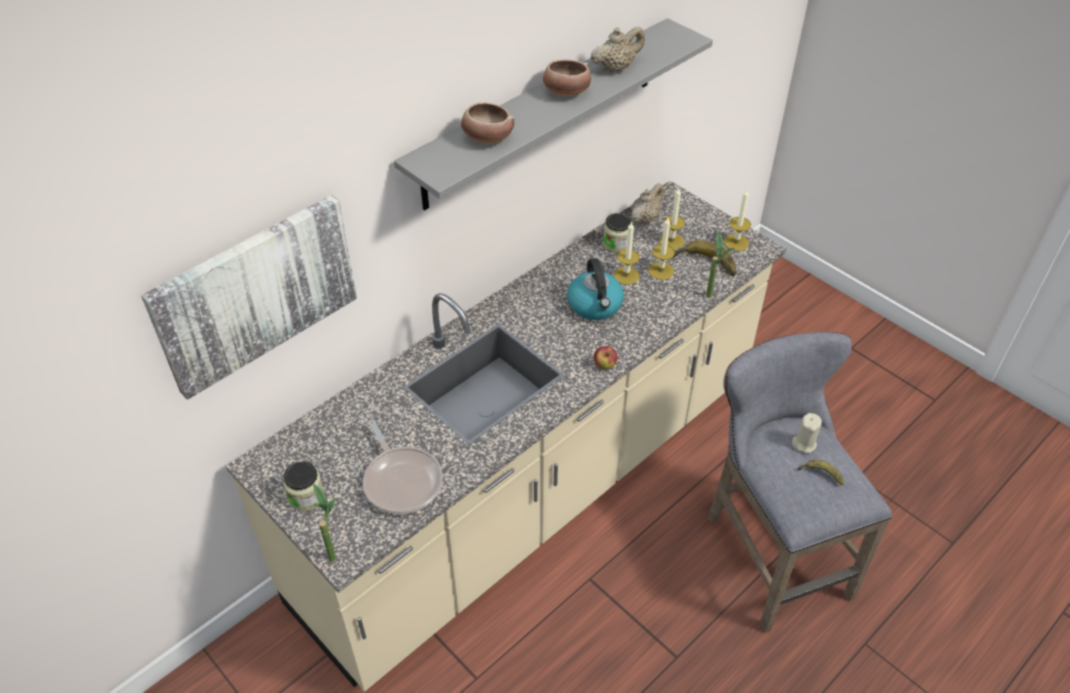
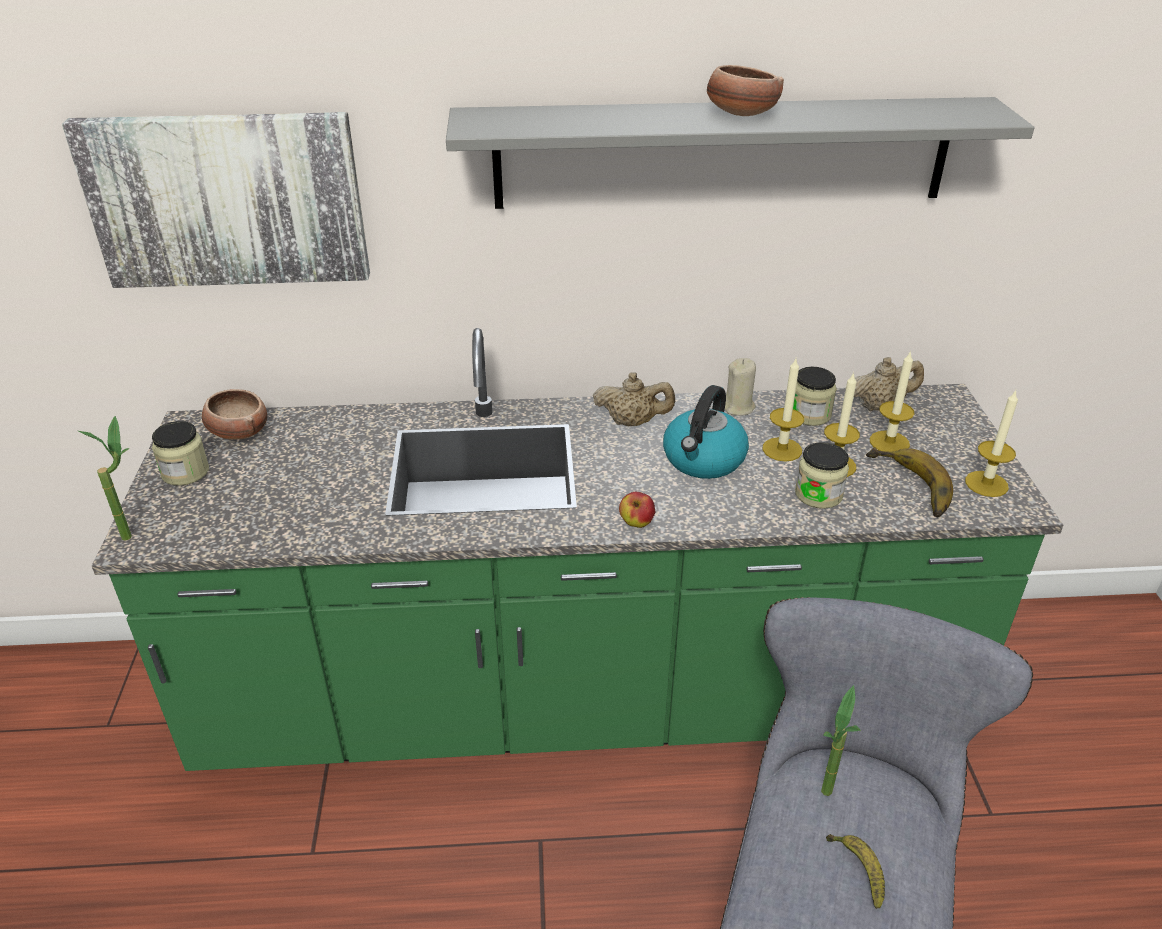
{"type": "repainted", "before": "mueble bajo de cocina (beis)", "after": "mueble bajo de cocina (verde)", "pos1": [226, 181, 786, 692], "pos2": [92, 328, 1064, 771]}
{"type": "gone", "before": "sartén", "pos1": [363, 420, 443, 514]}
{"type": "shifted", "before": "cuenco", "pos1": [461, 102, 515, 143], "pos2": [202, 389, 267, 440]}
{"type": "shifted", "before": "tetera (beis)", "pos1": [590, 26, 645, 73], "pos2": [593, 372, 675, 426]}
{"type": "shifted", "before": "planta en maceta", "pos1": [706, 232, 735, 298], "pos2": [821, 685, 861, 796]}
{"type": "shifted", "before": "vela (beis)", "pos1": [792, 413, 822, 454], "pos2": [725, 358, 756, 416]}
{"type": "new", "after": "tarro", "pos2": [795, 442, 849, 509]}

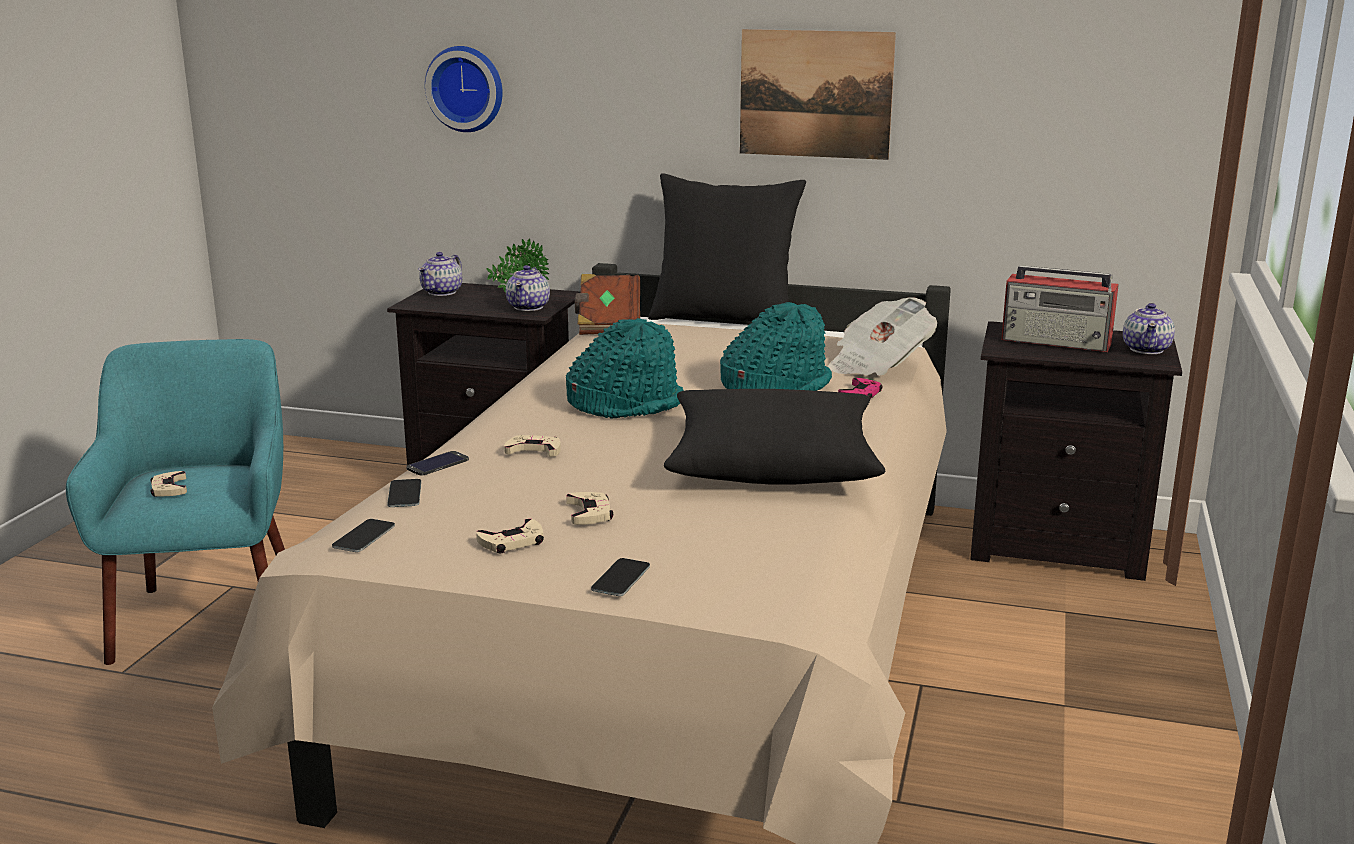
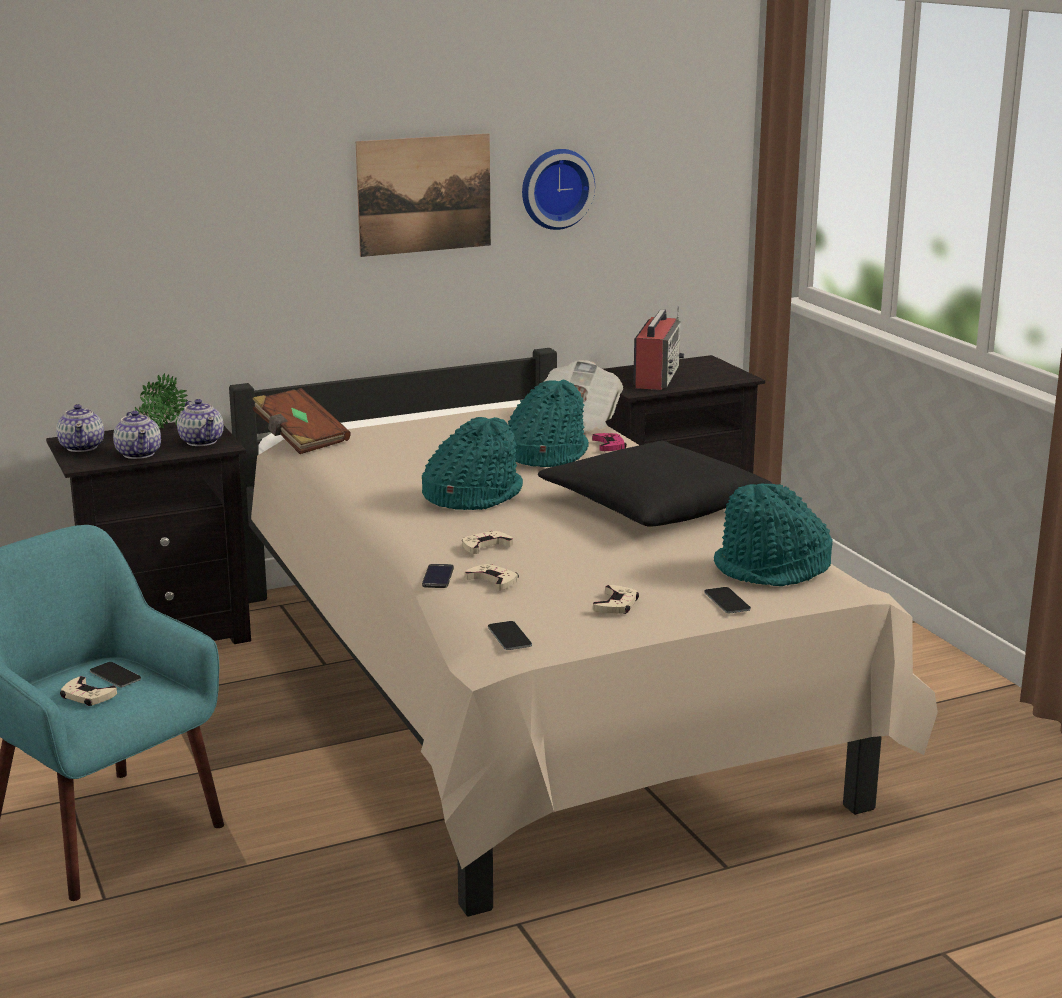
{"type": "shifted", "before": "móvil", "pos1": [387, 479, 421, 507], "pos2": [90, 662, 141, 687]}
{"type": "shifted", "before": "reloj de pared", "pos1": [425, 46, 503, 132], "pos2": [522, 149, 595, 230]}
{"type": "shifted", "before": "mando de consola (beis)", "pos1": [567, 492, 613, 525], "pos2": [465, 564, 519, 590]}
{"type": "gone", "before": "cojín (negro)", "pos1": [648, 173, 806, 322]}
{"type": "rotated", "before": "radio", "pos1": [1001, 265, 1119, 352], "pos2": [633, 306, 684, 390], "turn": -60}
{"type": "shifted", "before": "tetera", "pos1": [1123, 303, 1175, 354], "pos2": [113, 411, 161, 459]}
{"type": "new", "after": "sombrero (turquesa)", "pos2": [714, 483, 833, 586]}

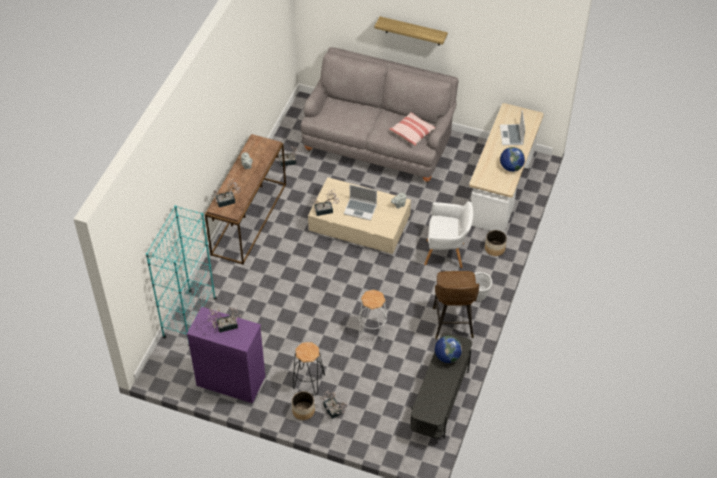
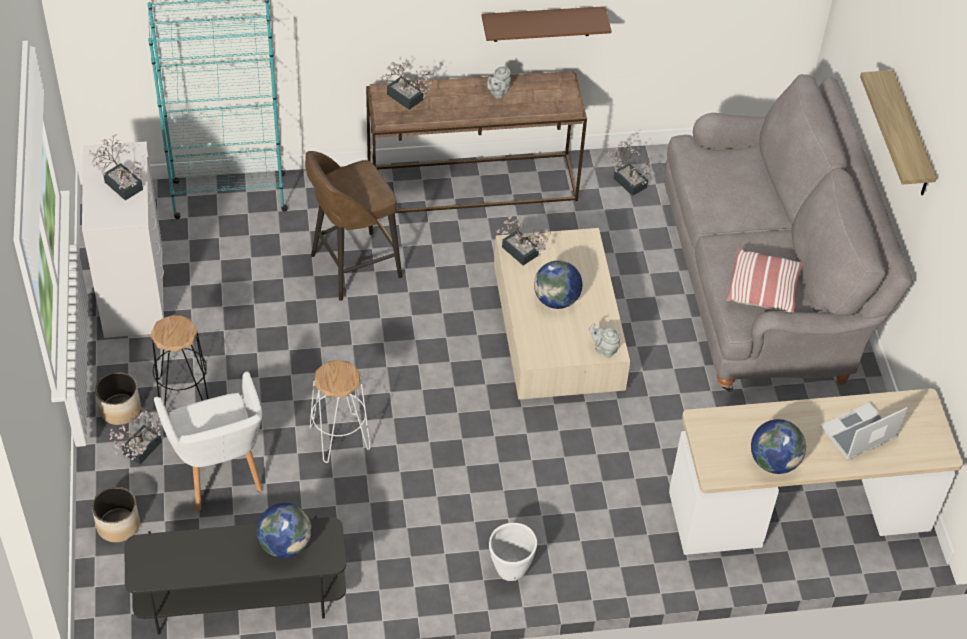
{"type": "repainted", "before": "cómoda (morado)", "after": "cómoda (blanco)", "pos1": [187, 307, 265, 403], "pos2": [82, 141, 164, 338]}
{"type": "swapped", "before": "portátil", "after": "globo terráqueo", "pos1": [344, 185, 377, 220], "pos2": [534, 260, 582, 309]}
{"type": "shifted", "before": "sillón (blanco)", "pos1": [424, 201, 473, 268], "pos2": [154, 371, 263, 511]}
{"type": "shifted", "before": "taburete (marrón)", "pos1": [433, 271, 479, 339], "pos2": [305, 151, 403, 301]}
{"type": "shifted", "before": "maceta", "pos1": [485, 230, 507, 256], "pos2": [92, 487, 140, 543]}
{"type": "new", "after": "estante (marrón)", "pos2": [482, 6, 612, 42]}

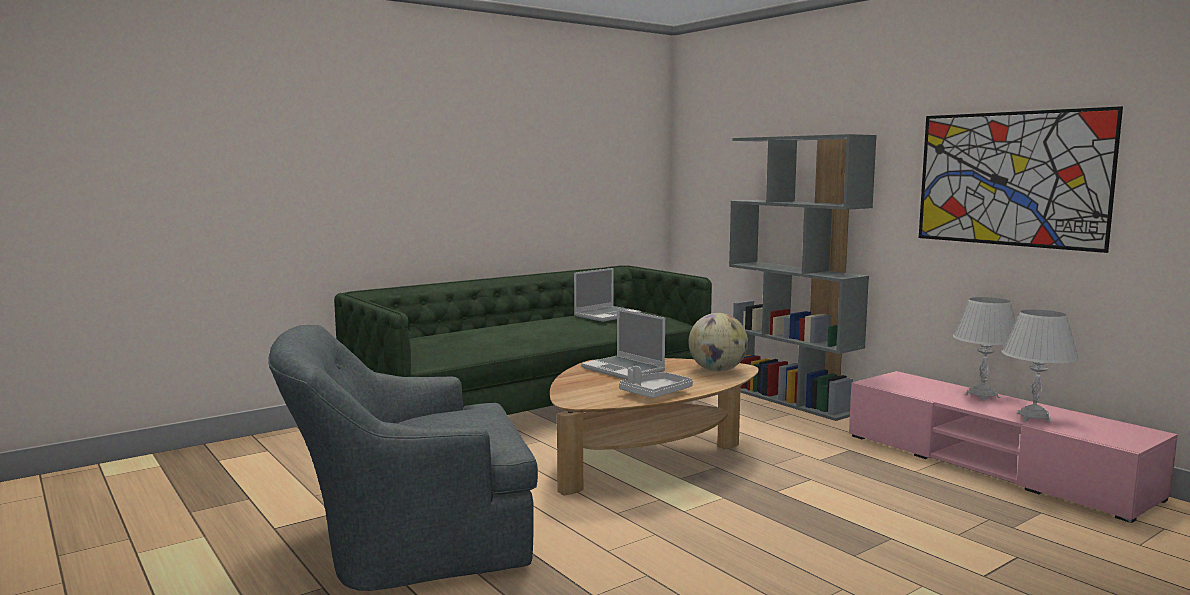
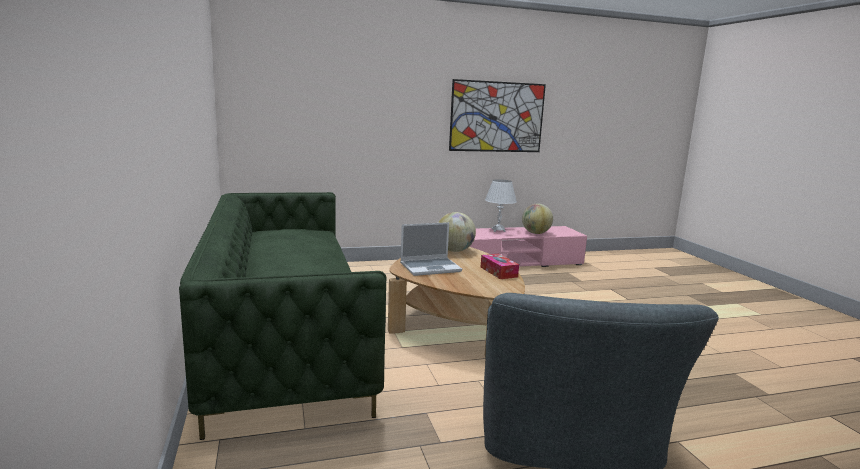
{"type": "gone", "before": "portátil", "pos1": [574, 268, 641, 322]}
{"type": "swapped", "before": "bandeja (gris)", "after": "caja de pañuelos", "pos1": [619, 366, 693, 398], "pos2": [480, 254, 519, 279]}
{"type": "gone", "before": "estantería (gris)", "pos1": [729, 134, 877, 421]}
{"type": "swapped", "before": "lámpara de mesa (blanco)", "after": "globo terráqueo", "pos1": [1002, 310, 1079, 423], "pos2": [522, 204, 553, 234]}

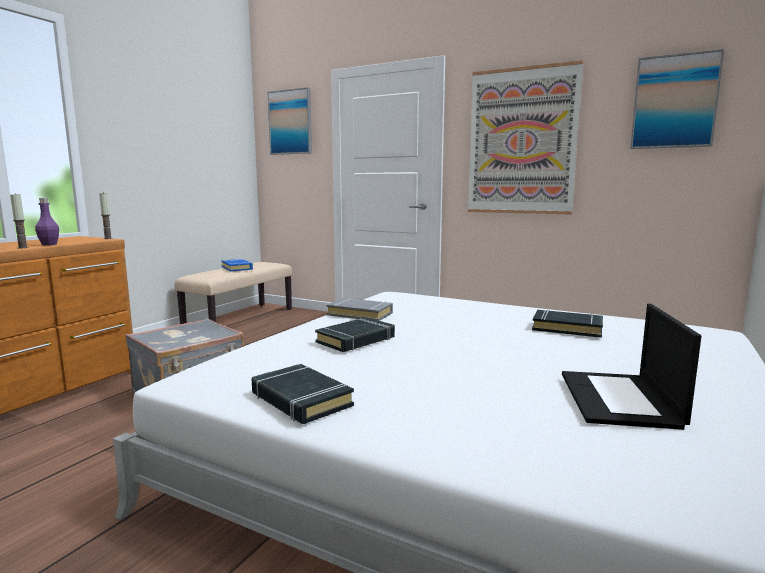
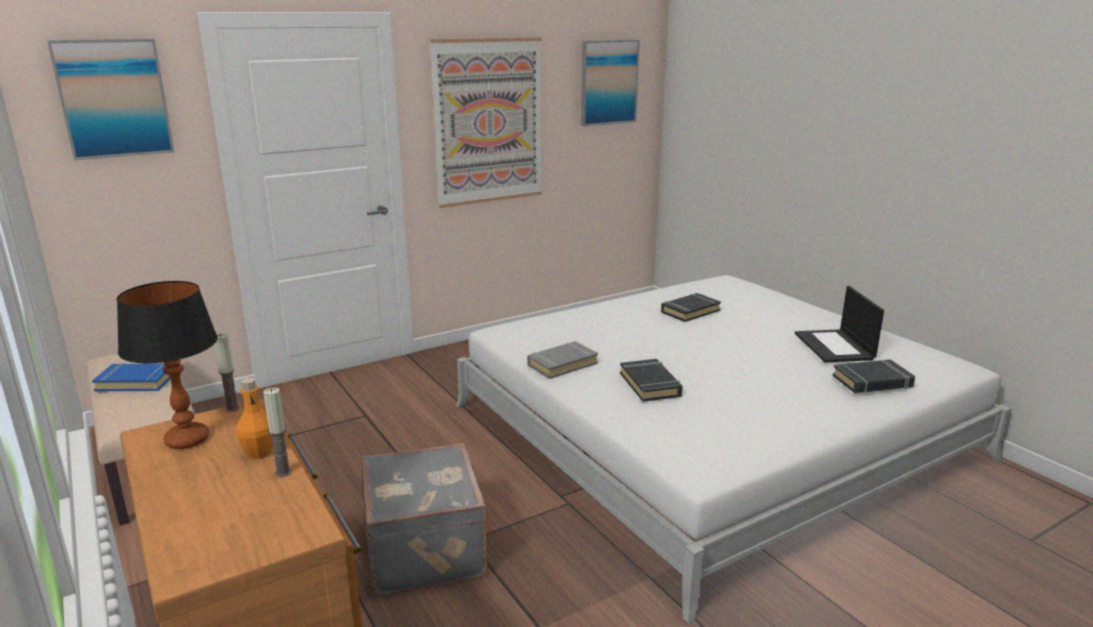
{"type": "repainted", "before": "botella (morado)", "after": "botella (naranja)", "pos1": [35, 198, 59, 245], "pos2": [237, 378, 273, 459]}
{"type": "shifted", "before": "libro (negro)", "pos1": [252, 364, 354, 424], "pos2": [832, 360, 915, 393]}
{"type": "rotated", "before": "portátil", "pos1": [562, 304, 701, 430], "pos2": [795, 286, 884, 362], "turn": 45}
{"type": "new", "after": "lámpara de mesa", "pos2": [117, 281, 217, 449]}

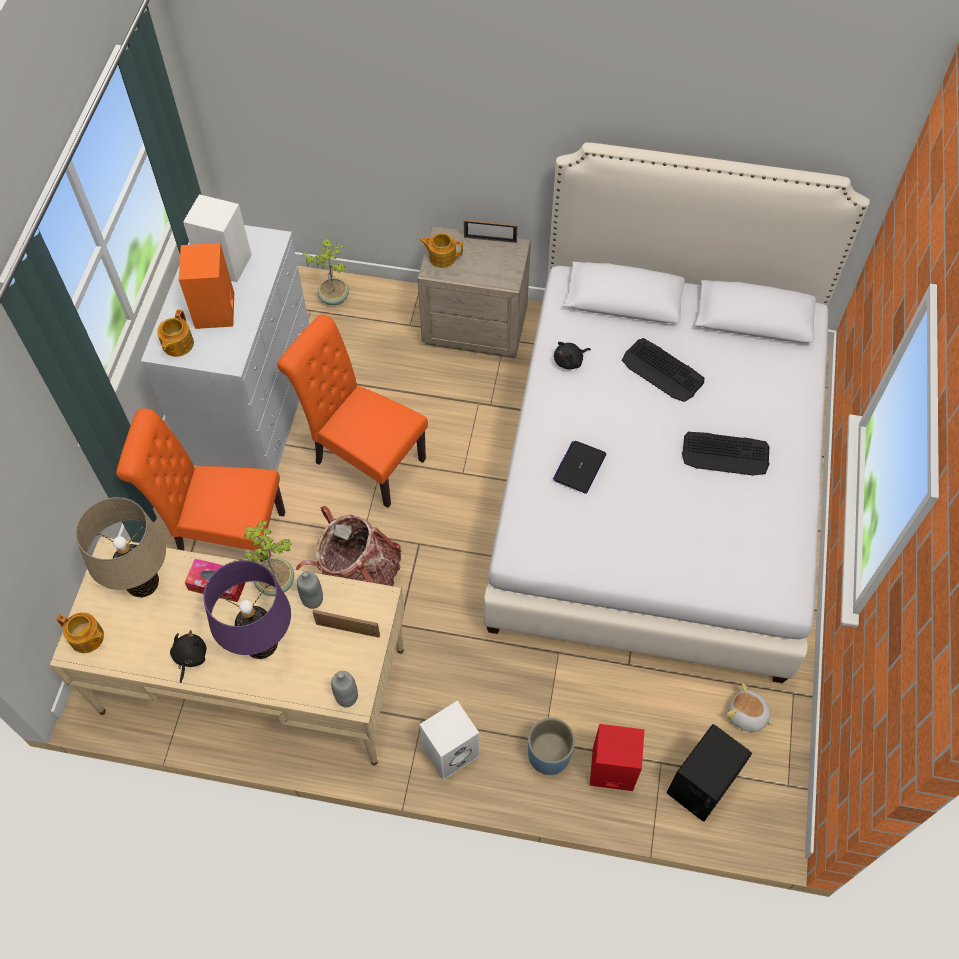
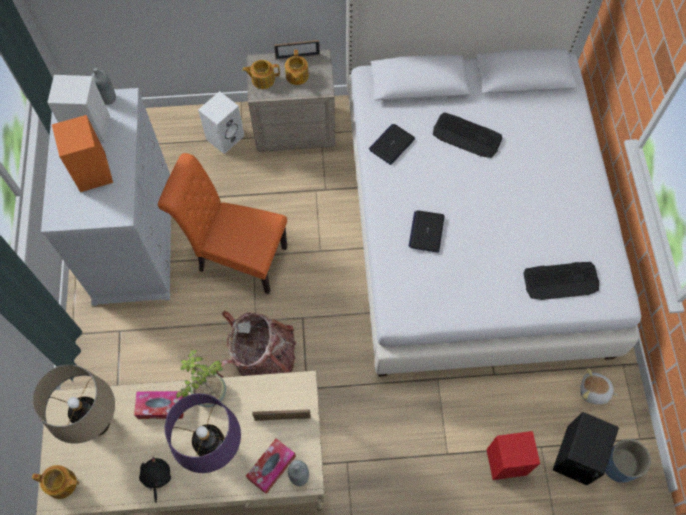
{"type": "gone", "before": "silla (naranja)", "pos1": [116, 409, 285, 563]}
{"type": "shifted", "before": "tetera", "pos1": [157, 309, 194, 357], "pos2": [285, 50, 309, 85]}
{"type": "shifted", "before": "botella (gris)", "pos1": [297, 571, 323, 609], "pos2": [91, 67, 116, 105]}
{"type": "gone", "before": "planta en maceta", "pos1": [302, 238, 349, 305]}
{"type": "shifted", "before": "altavoz (blanco)", "pos1": [420, 701, 479, 780], "pos2": [198, 91, 244, 154]}
{"type": "shifted", "before": "maceta (azul)", "pos1": [528, 718, 575, 775], "pos2": [605, 439, 651, 483]}
{"type": "swapped", "before": "peluche (negro)", "after": "portátil", "pos1": [554, 342, 591, 370], "pos2": [369, 124, 415, 165]}
{"type": "shifted", "before": "teclado", "pos1": [682, 432, 770, 476], "pos2": [523, 262, 599, 300]}
{"type": "new", "after": "caja de pañuelos", "pos2": [246, 438, 296, 494]}

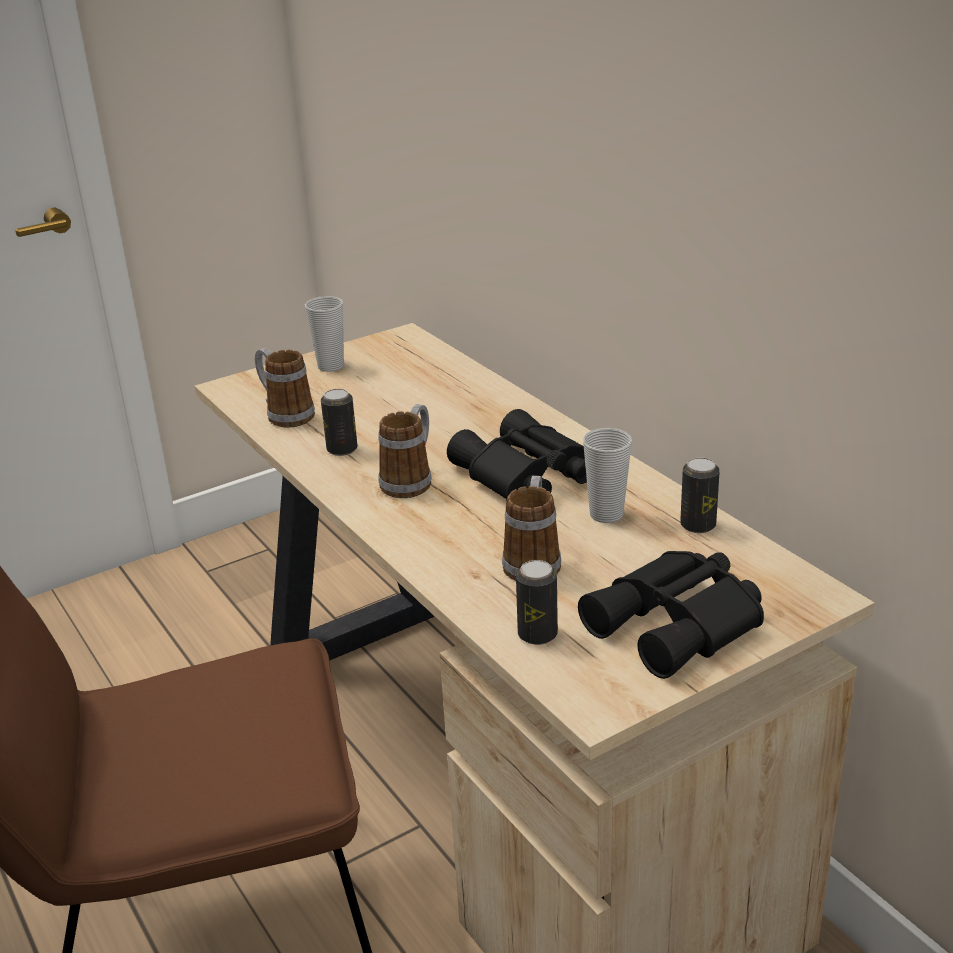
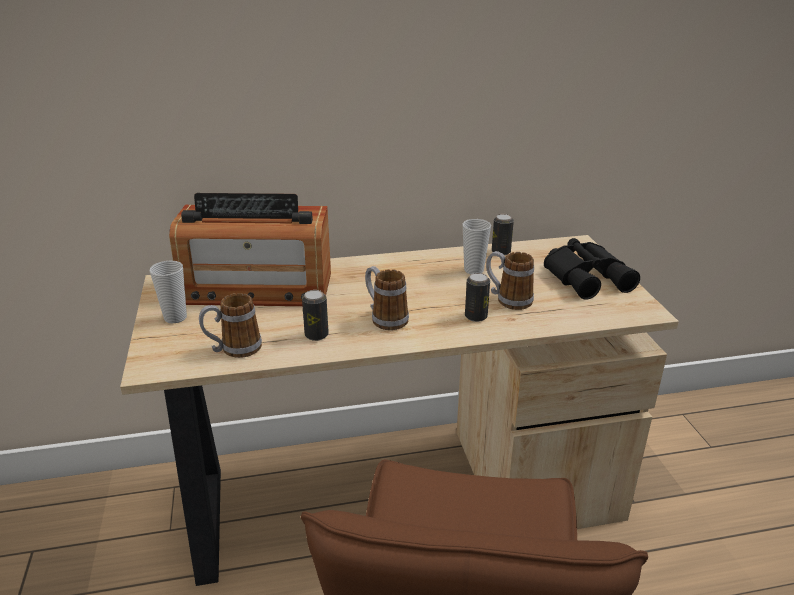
{"type": "gone", "before": "prismáticos (negro)", "pos1": [447, 409, 587, 500]}
{"type": "shifted", "before": "lata", "pos1": [516, 560, 558, 645], "pos2": [465, 273, 490, 322]}
{"type": "new", "after": "radio", "pos2": [169, 193, 331, 306]}

